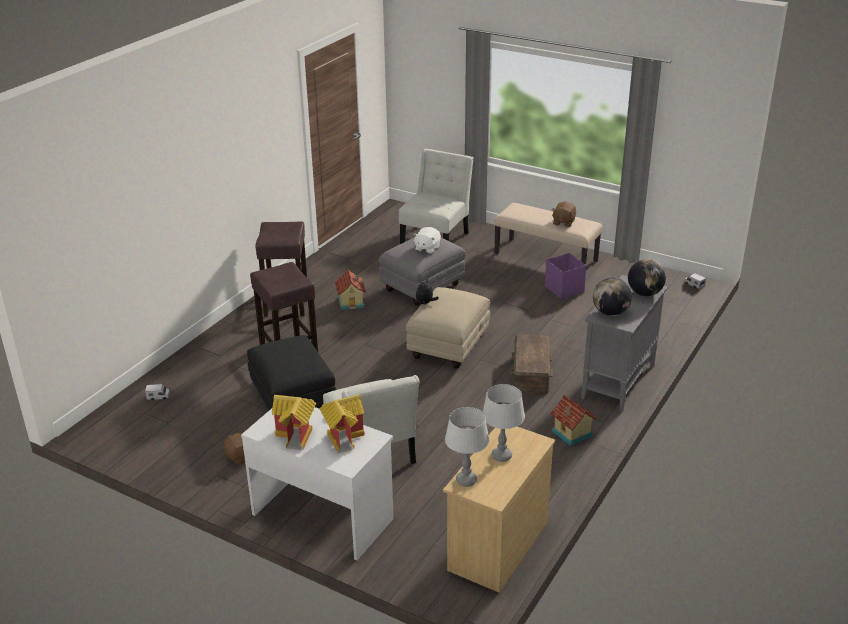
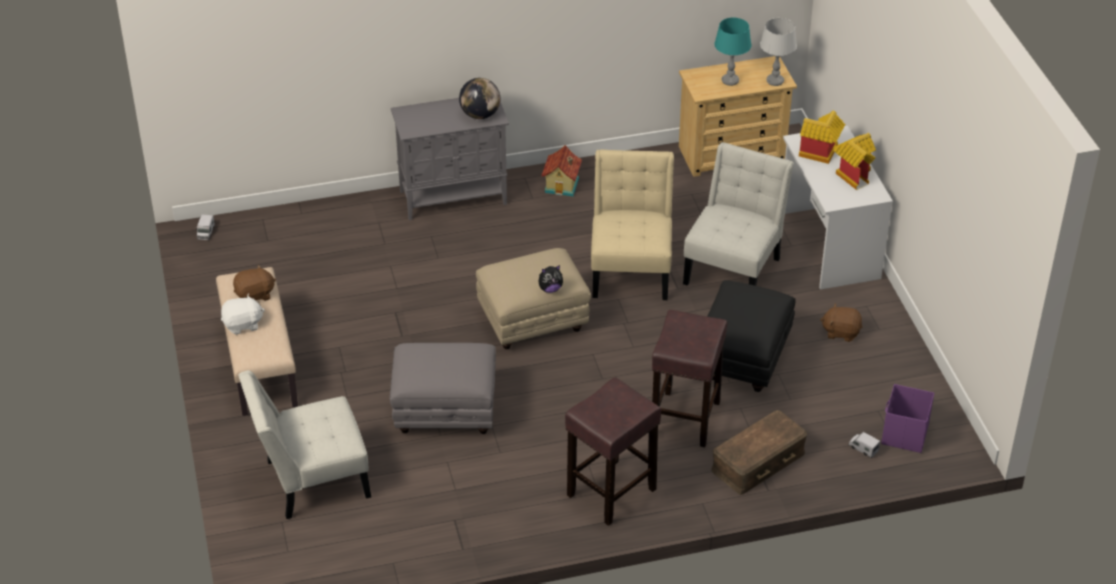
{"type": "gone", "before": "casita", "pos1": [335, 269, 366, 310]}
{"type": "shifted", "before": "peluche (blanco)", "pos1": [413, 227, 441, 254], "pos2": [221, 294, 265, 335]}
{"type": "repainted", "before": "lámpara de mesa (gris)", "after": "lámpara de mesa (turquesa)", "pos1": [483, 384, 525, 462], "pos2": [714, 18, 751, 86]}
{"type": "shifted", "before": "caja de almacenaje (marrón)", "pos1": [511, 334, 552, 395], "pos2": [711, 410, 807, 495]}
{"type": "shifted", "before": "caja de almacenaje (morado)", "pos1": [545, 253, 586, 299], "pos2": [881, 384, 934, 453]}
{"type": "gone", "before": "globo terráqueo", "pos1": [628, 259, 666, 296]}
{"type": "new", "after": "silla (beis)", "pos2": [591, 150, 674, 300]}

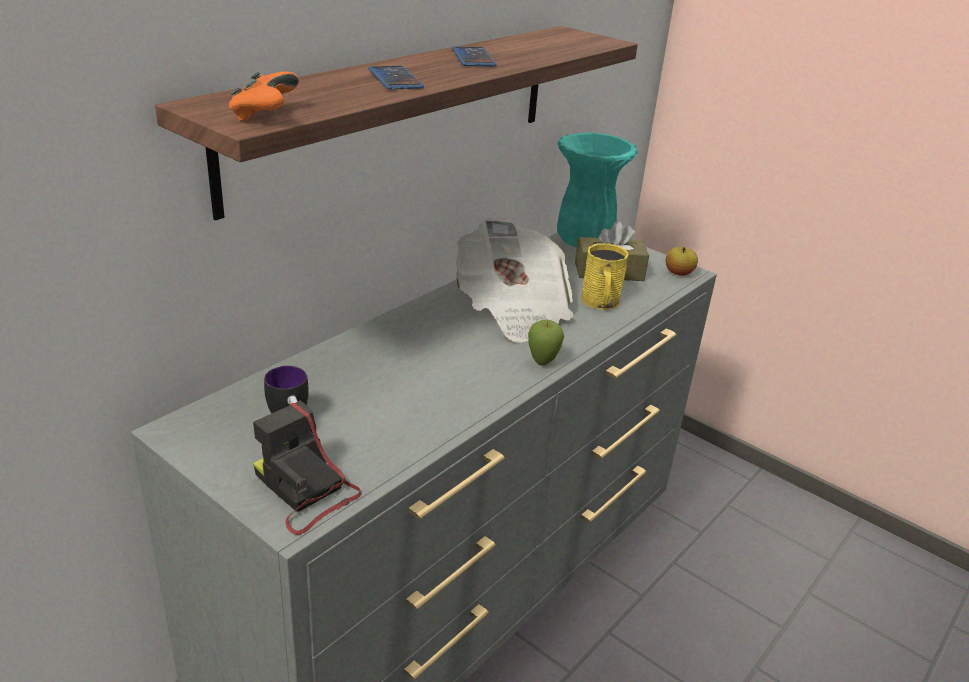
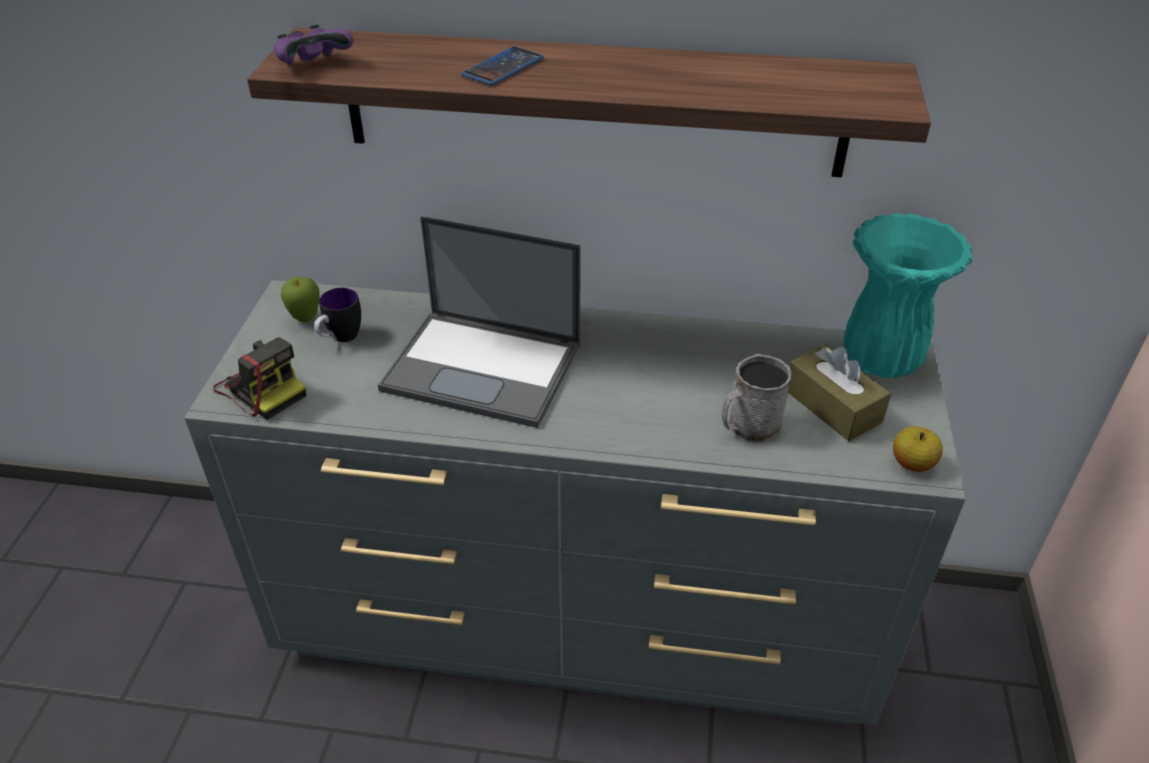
{"type": "repainted", "before": "mando de consola (naranja)", "after": "mando de consola (morado)", "pos1": [229, 71, 299, 121], "pos2": [274, 24, 354, 65]}
{"type": "rotated", "before": "cámara", "pos1": [253, 400, 361, 535], "pos2": [213, 337, 306, 420], "turn": 120}
{"type": "gone", "before": "móvil", "pos1": [452, 46, 497, 67]}
{"type": "gone", "before": "periódico", "pos1": [455, 217, 574, 343]}
{"type": "shifted", "before": "manzana", "pos1": [528, 320, 564, 365], "pos2": [281, 277, 320, 322]}
{"type": "repainted", "before": "taza grande (amarillo)", "after": "taza grande (gris)", "pos1": [581, 243, 629, 310], "pos2": [722, 354, 792, 443]}
{"type": "new", "after": "portátil", "pos2": [378, 216, 581, 428]}

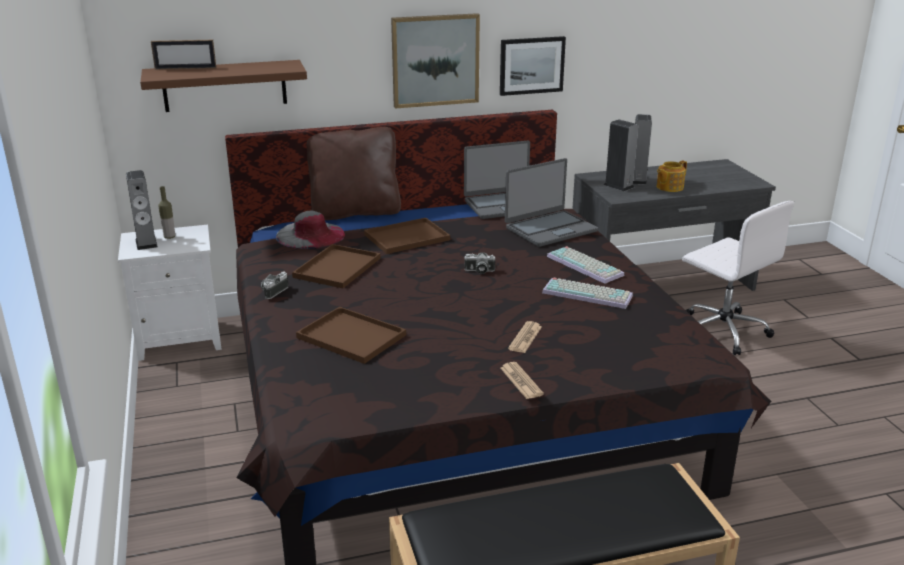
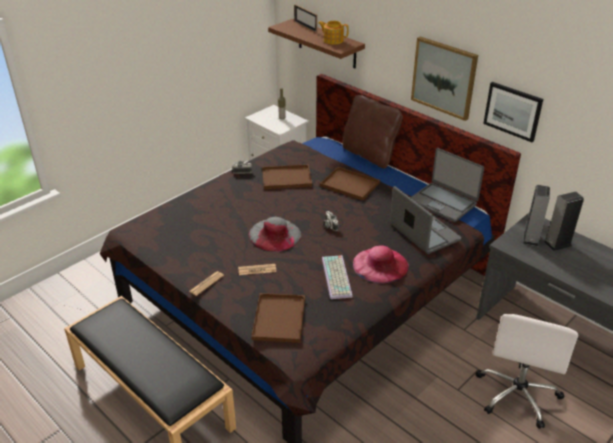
{"type": "gone", "before": "altavoz", "pos1": [126, 170, 158, 250]}
{"type": "shifted", "before": "sombrero (gris)", "pos1": [276, 211, 345, 249], "pos2": [249, 217, 301, 252]}
{"type": "shifted", "before": "bandeja (marrón)", "pos1": [296, 307, 406, 364], "pos2": [251, 293, 305, 343]}
{"type": "rotated", "before": "portátil", "pos1": [505, 158, 598, 247], "pos2": [390, 186, 461, 254], "turn": -150}
{"type": "swapped", "before": "teclado", "after": "sombrero (rosa)", "pos1": [547, 246, 624, 284], "pos2": [353, 246, 409, 283]}
{"type": "shifted", "before": "tetera", "pos1": [657, 160, 687, 192], "pos2": [318, 21, 349, 44]}

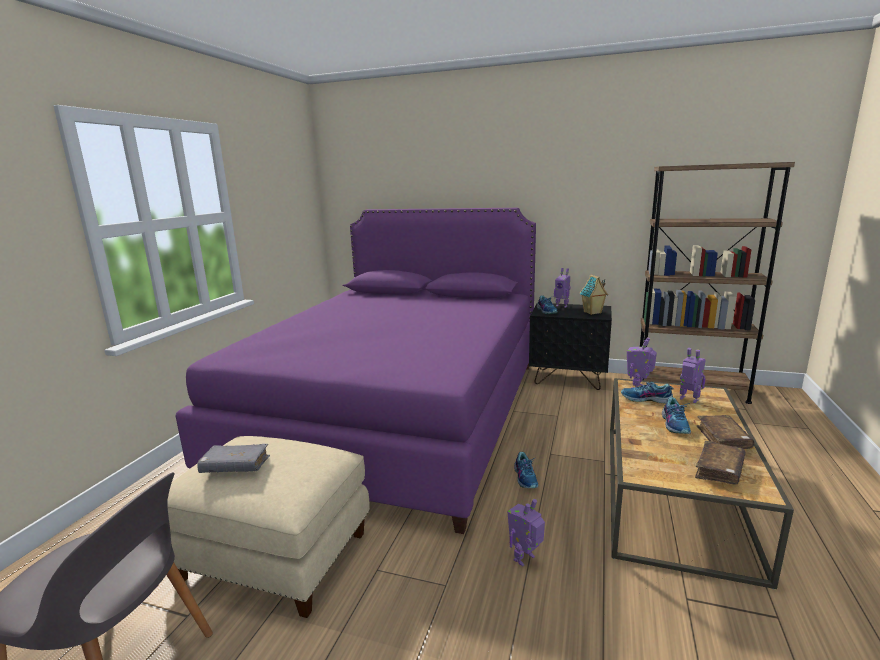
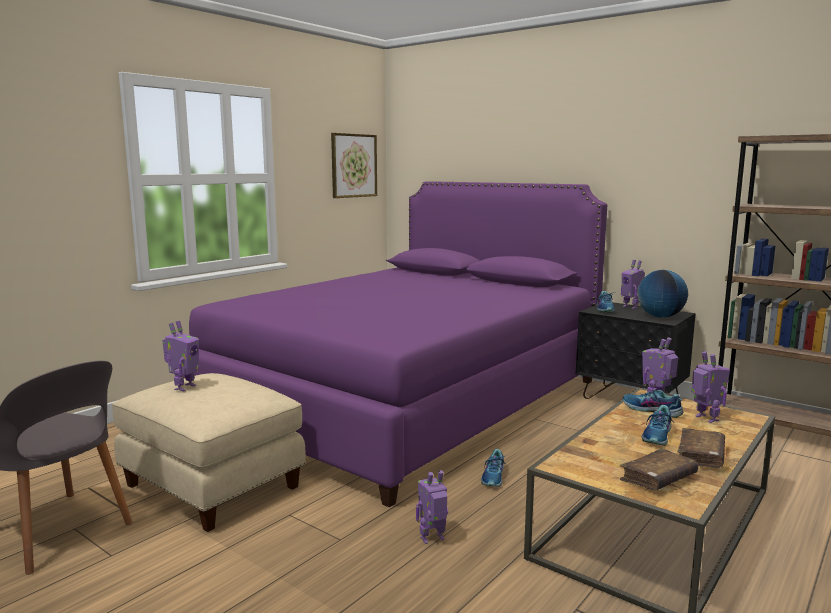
{"type": "swapped", "before": "libro (gris)", "after": "robot de juguete", "pos1": [197, 444, 270, 473], "pos2": [162, 321, 199, 391]}
{"type": "swapped", "before": "casita", "after": "globo terráqueo", "pos1": [580, 274, 608, 315], "pos2": [637, 270, 688, 317]}
{"type": "new", "after": "cuadro", "pos2": [331, 133, 377, 198]}

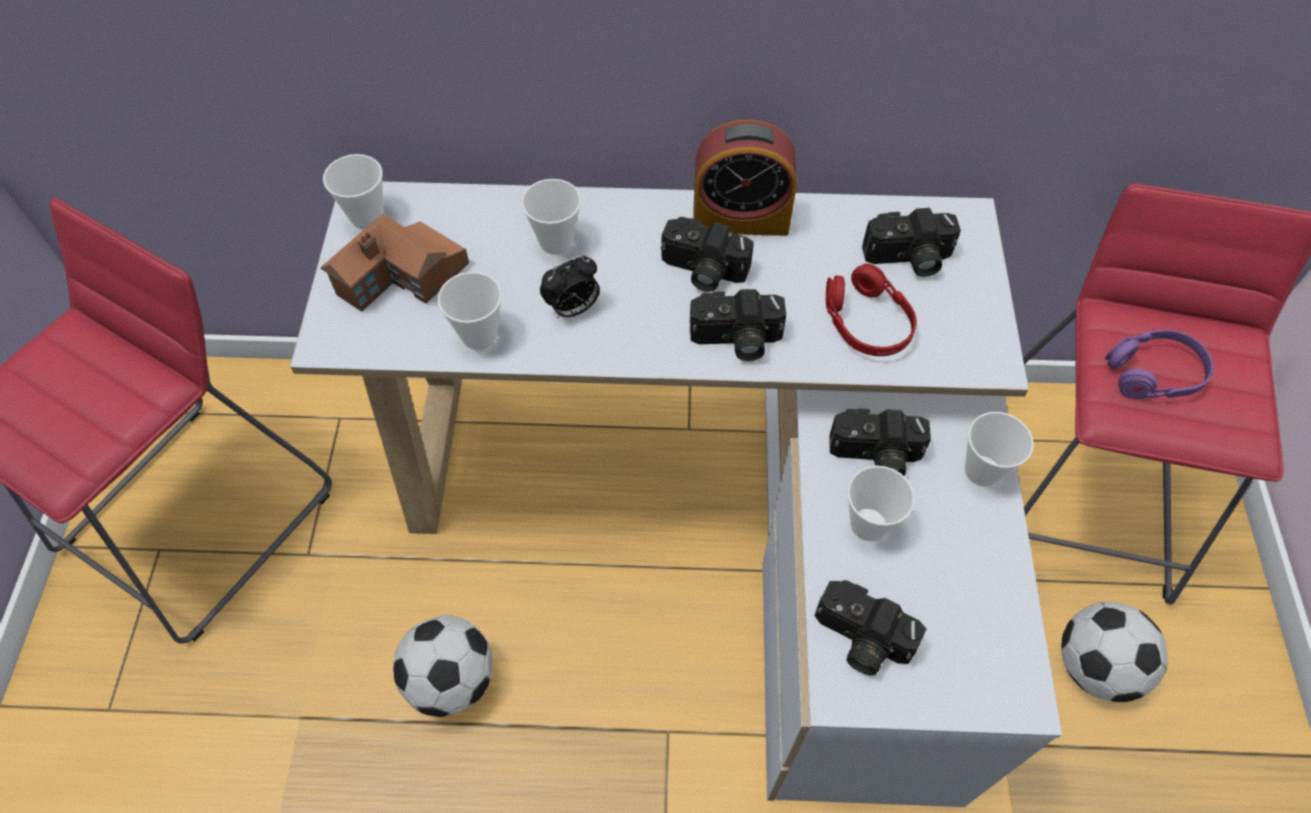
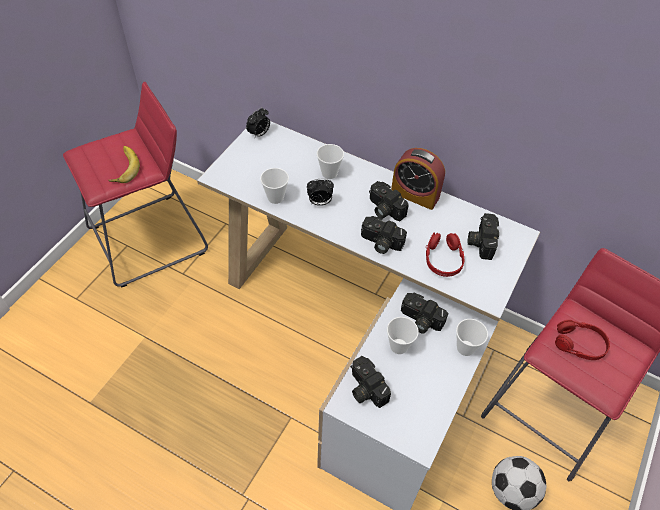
{"type": "gone", "before": "casita", "pos1": [320, 214, 469, 312]}
{"type": "swapped", "before": "taza", "after": "despertador", "pos1": [323, 154, 384, 229], "pos2": [246, 107, 270, 139]}
{"type": "gone", "before": "balón de fútbol", "pos1": [393, 615, 493, 717]}
{"type": "rotated", "before": "cámara", "pos1": [862, 208, 961, 277], "pos2": [468, 213, 499, 260], "turn": 75}
{"type": "repainted", "before": "auriculares (morado)", "after": "auriculares (rojo)", "pos1": [1105, 330, 1214, 399], "pos2": [555, 320, 610, 360]}
{"type": "new", "after": "plátano", "pos2": [108, 146, 140, 183]}

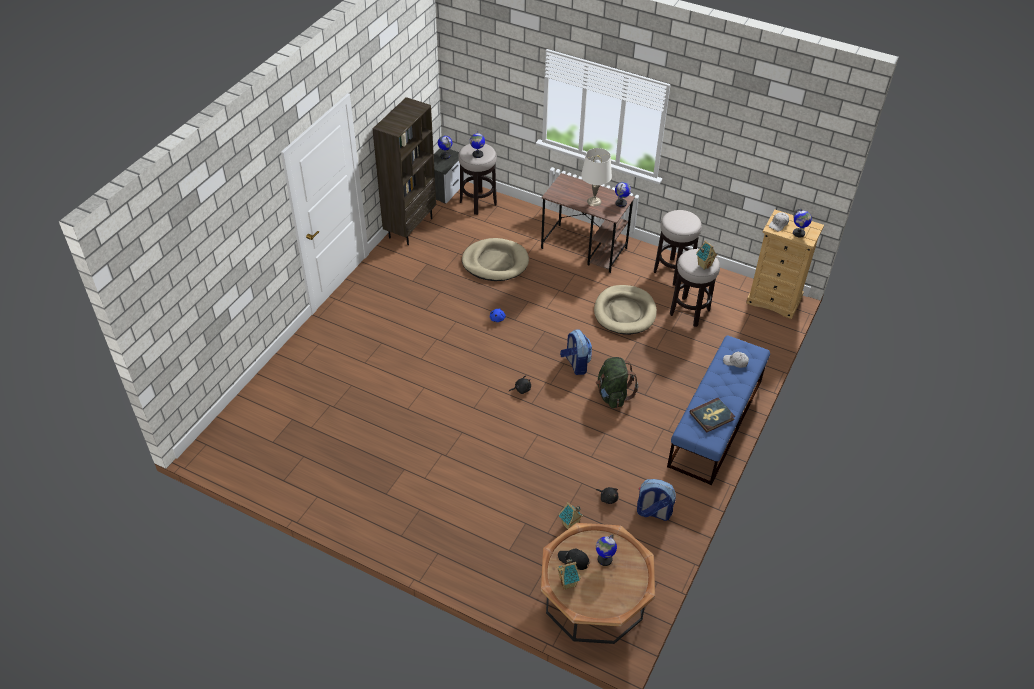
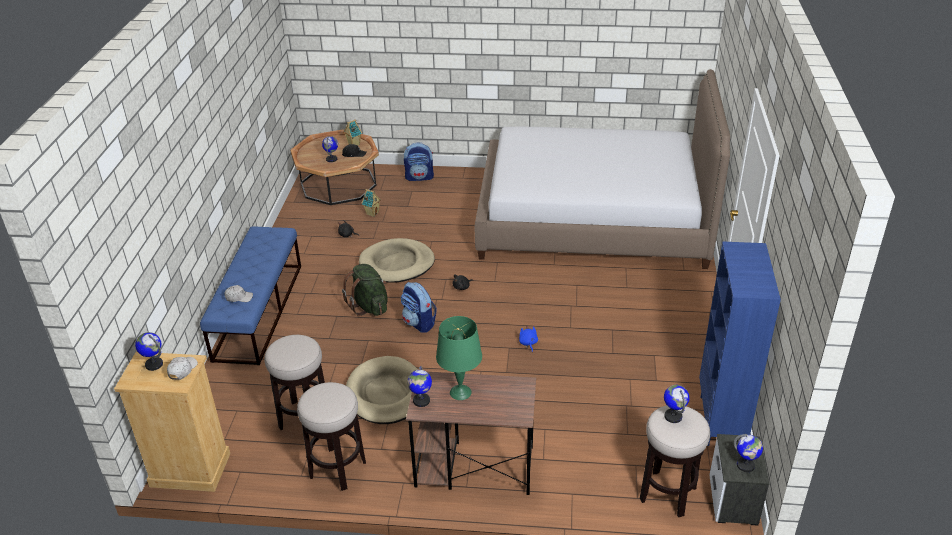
{"type": "repainted", "before": "estantería (marrón)", "after": "estantería (azul)", "pos1": [372, 97, 436, 245], "pos2": [699, 242, 781, 446]}
{"type": "shifted", "before": "cama para perro (beis)", "pos1": [462, 238, 529, 281], "pos2": [359, 238, 435, 283]}
{"type": "repainted", "before": "lámpara de mesa (blanco)", "after": "lámpara de mesa (verde)", "pos1": [581, 148, 612, 206], "pos2": [436, 316, 482, 400]}
{"type": "shifted", "before": "mochila", "pos1": [637, 479, 676, 521], "pos2": [404, 142, 434, 181]}
{"type": "gone", "before": "libro", "pos1": [690, 398, 735, 433]}
{"type": "gone", "before": "casita", "pos1": [696, 241, 717, 270]}
{"type": "new", "after": "cama", "pos2": [475, 69, 730, 269]}

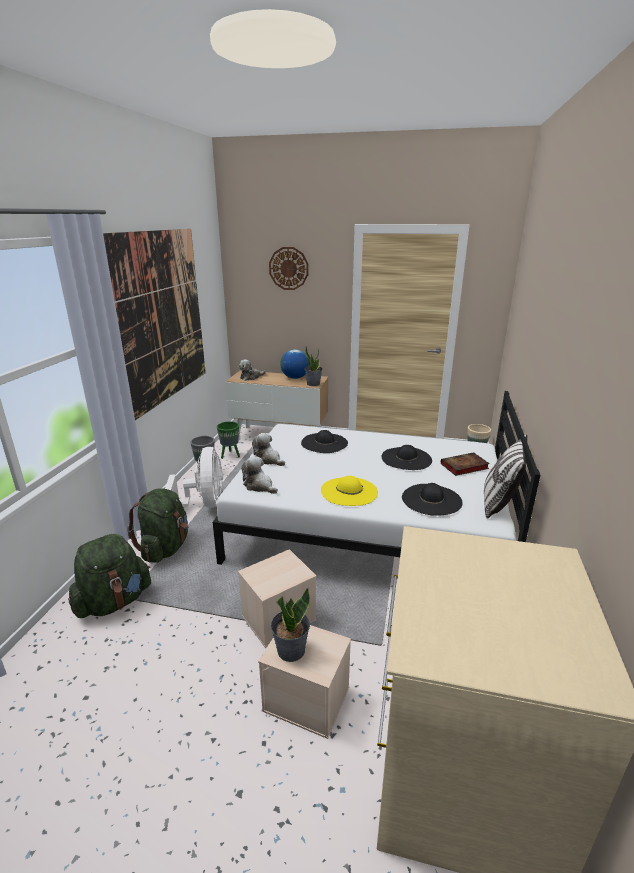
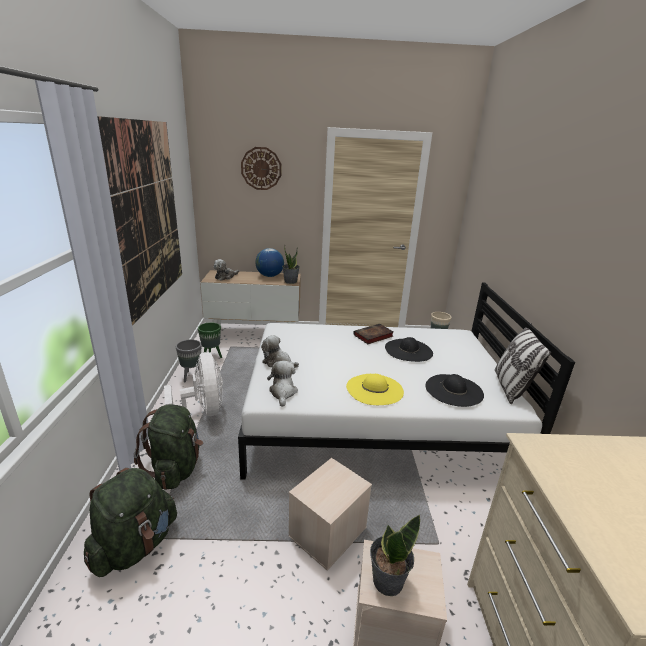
{"type": "rotated", "before": "peluche", "pos1": [241, 456, 278, 494], "pos2": [267, 360, 298, 407], "turn": 60}
{"type": "gone", "before": "sombrero (negro)", "pos1": [301, 430, 348, 453]}
{"type": "shifted", "before": "libro", "pos1": [441, 452, 490, 476], "pos2": [353, 324, 394, 344]}

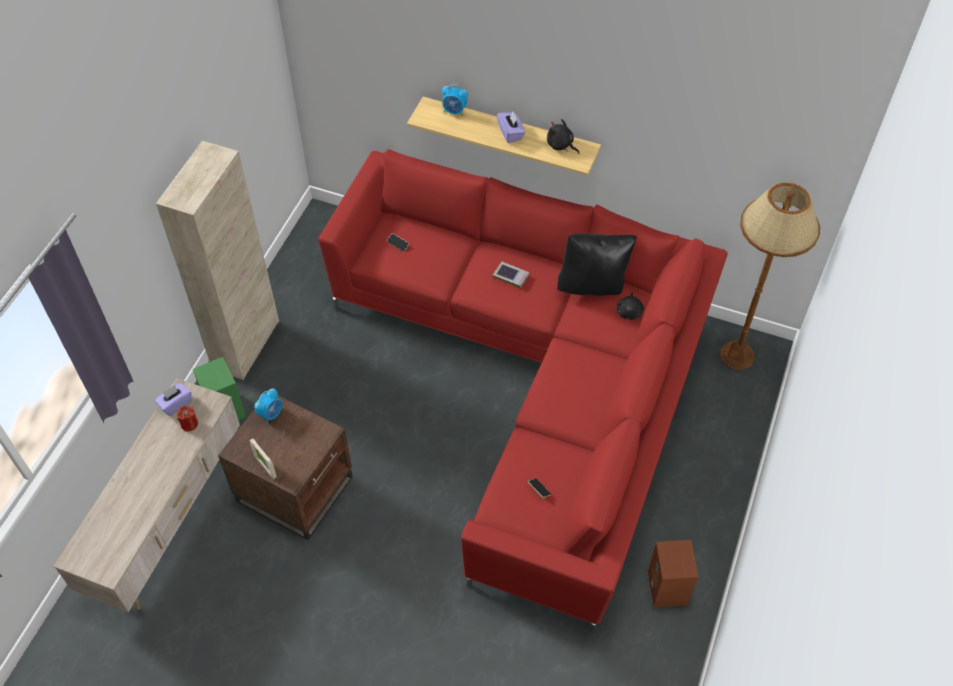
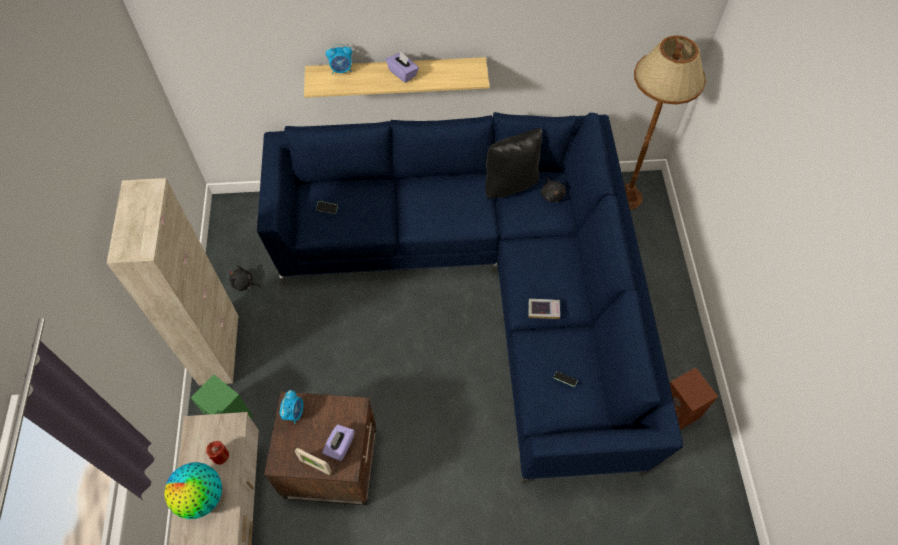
{"type": "shifted", "before": "caja de pañuelos (morado)", "pos1": [155, 383, 192, 416], "pos2": [322, 424, 355, 461]}
{"type": "repainted", "before": "sofá (rojo)", "after": "sofá (azul)", "pos1": [318, 149, 728, 633], "pos2": [257, 112, 683, 484]}
{"type": "shifted", "before": "libro", "pos1": [493, 262, 529, 289], "pos2": [528, 299, 560, 319]}
{"type": "shifted", "before": "peluche (negro)", "pos1": [547, 119, 579, 154], "pos2": [229, 266, 261, 291]}
{"type": "new", "after": "globo terráqueo", "pos2": [164, 462, 222, 519]}

